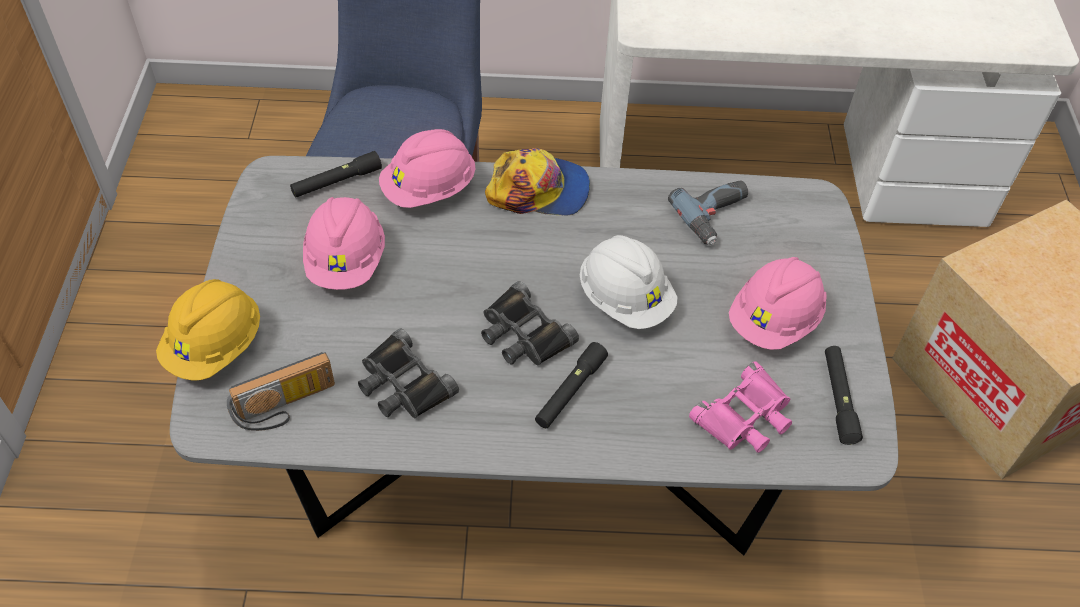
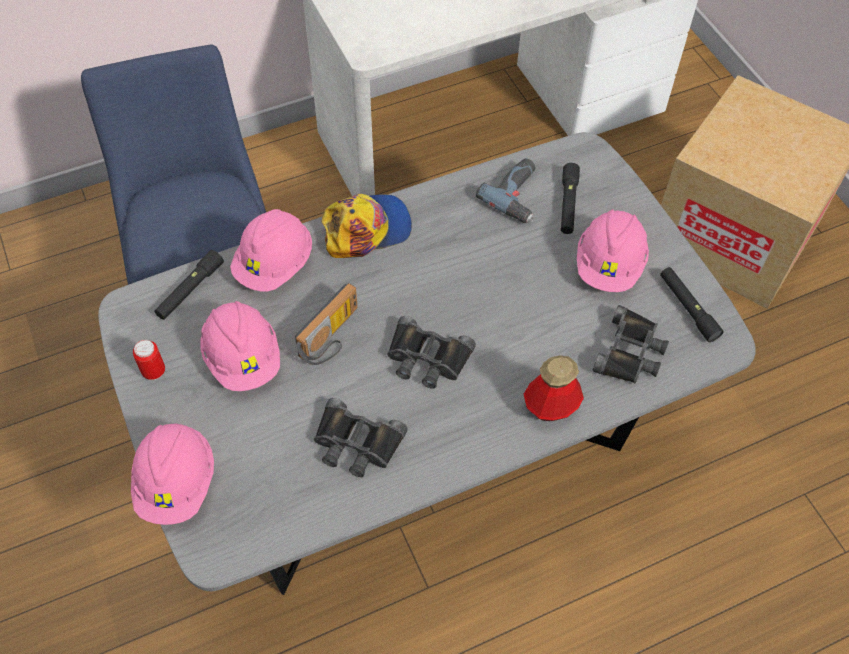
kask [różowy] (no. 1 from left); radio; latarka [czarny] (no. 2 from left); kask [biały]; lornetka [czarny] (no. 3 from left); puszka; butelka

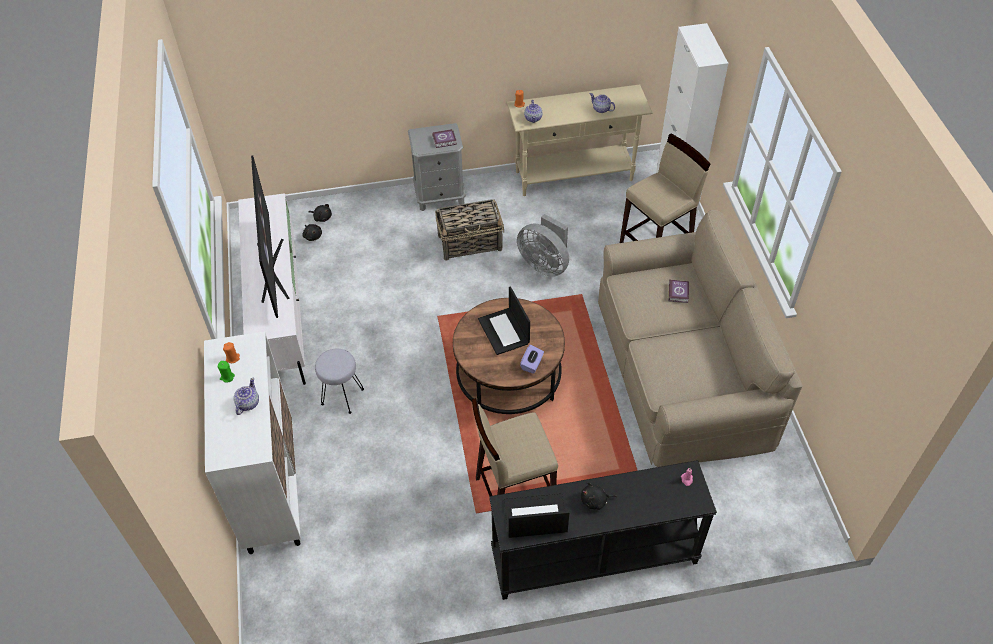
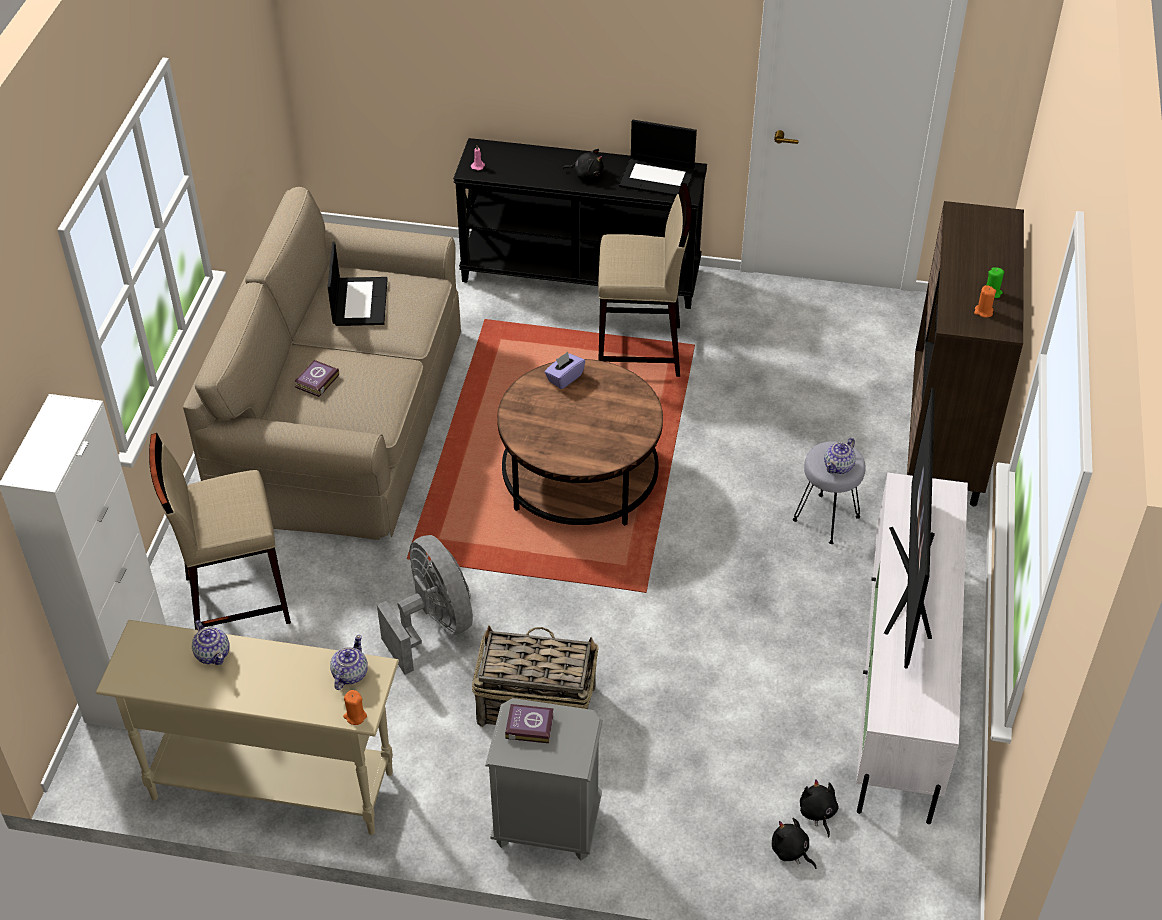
szafka [brązowy]; imbryk (no. 3 from left); laptop (no. 1 from left)

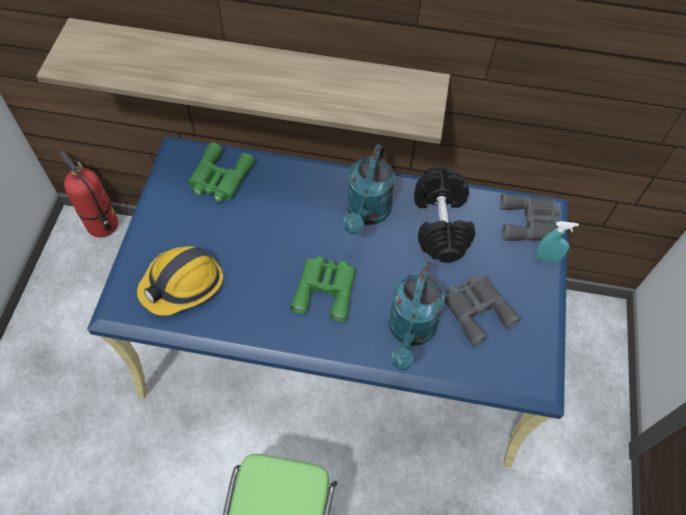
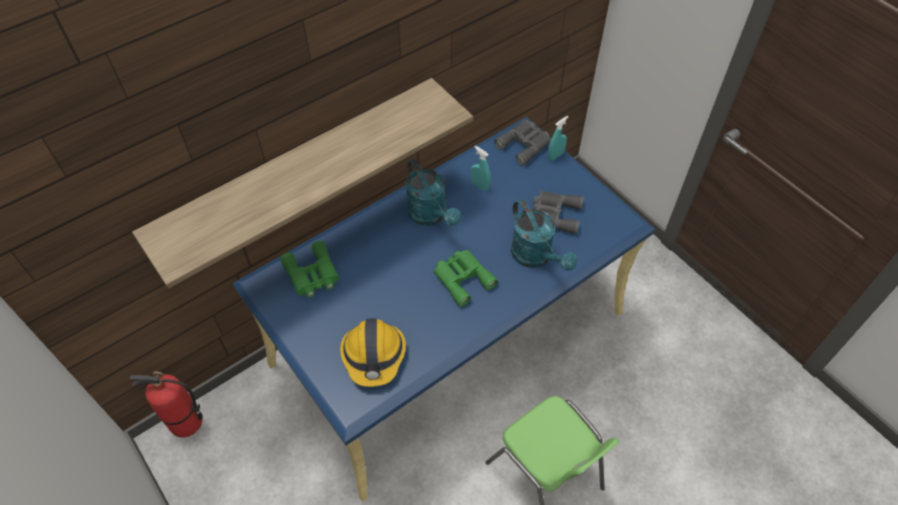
spryskiwacz [turkusowy] (no. 1 from left)

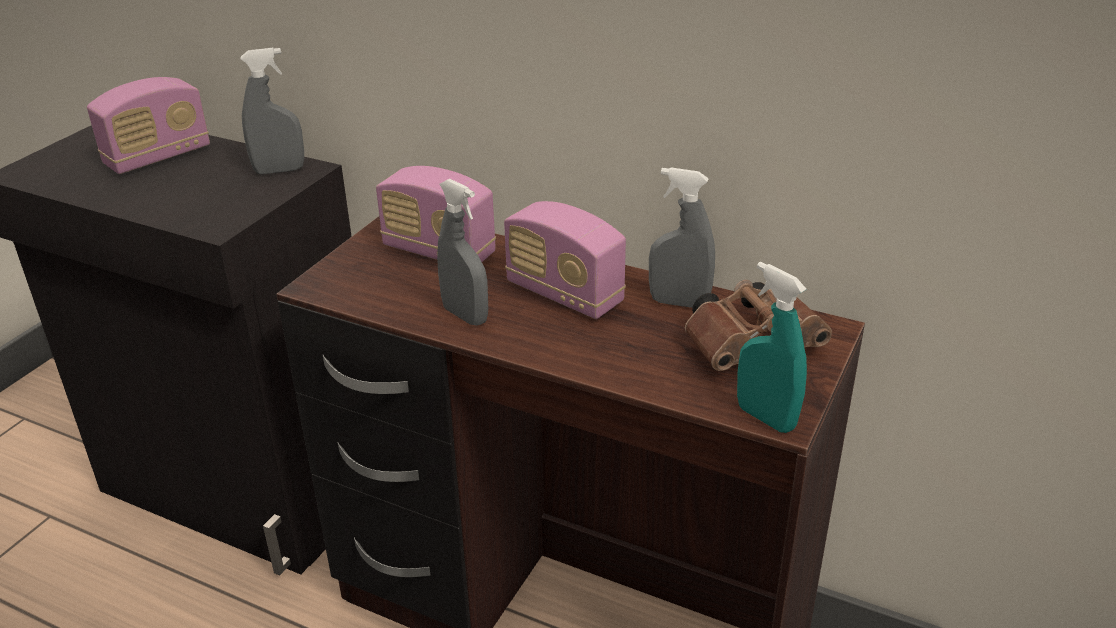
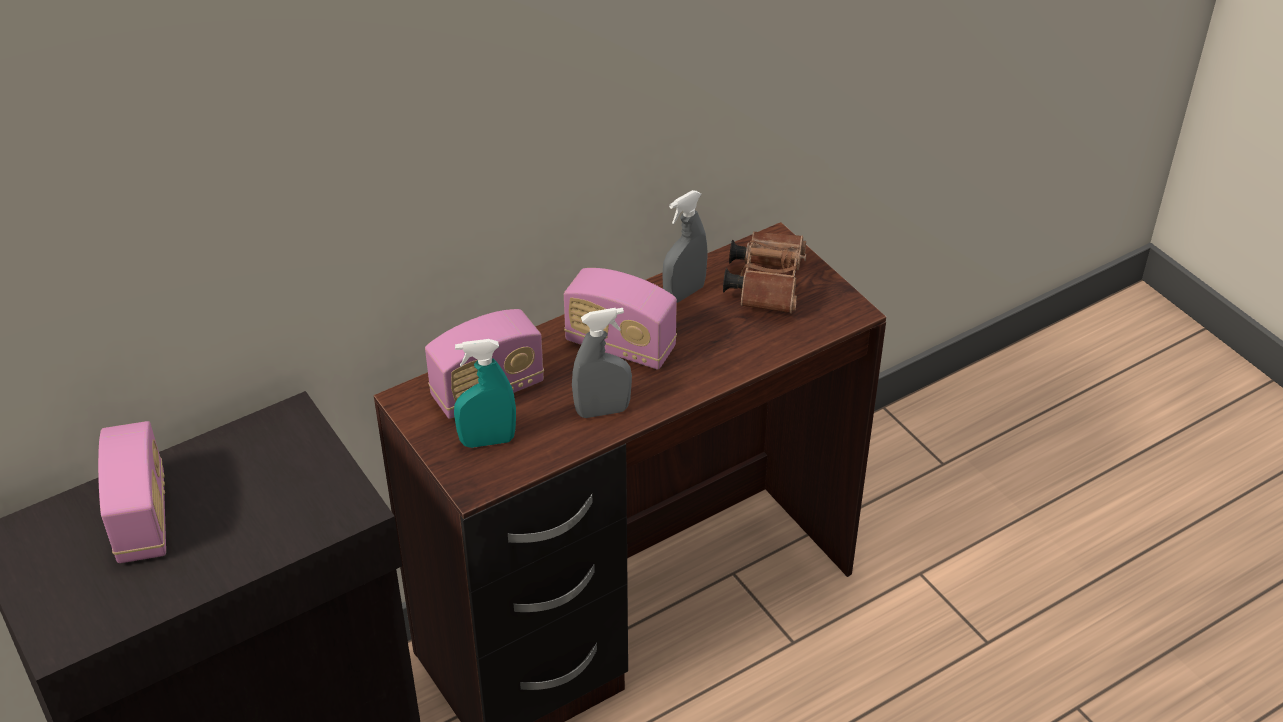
spryskiwacz [szary] (no. 1 from left in the first image); radio (no. 3 from left); spryskiwacz [turkusowy]

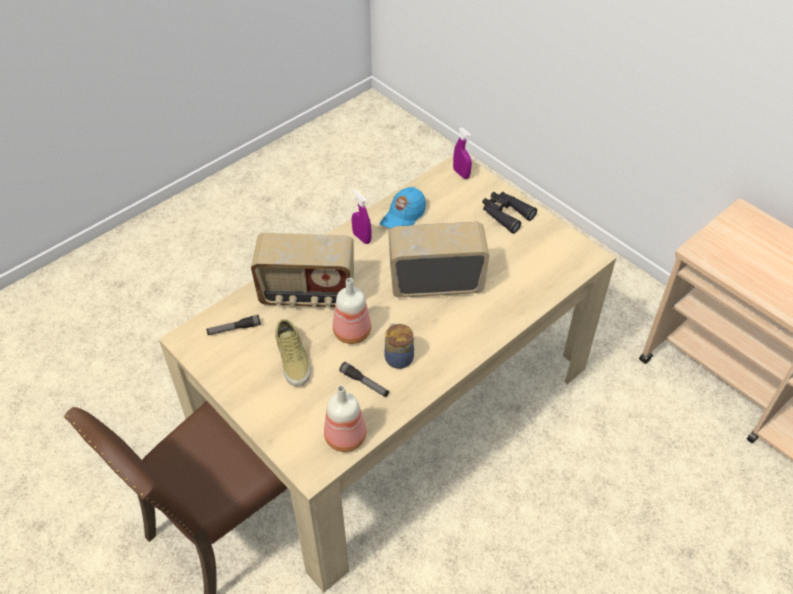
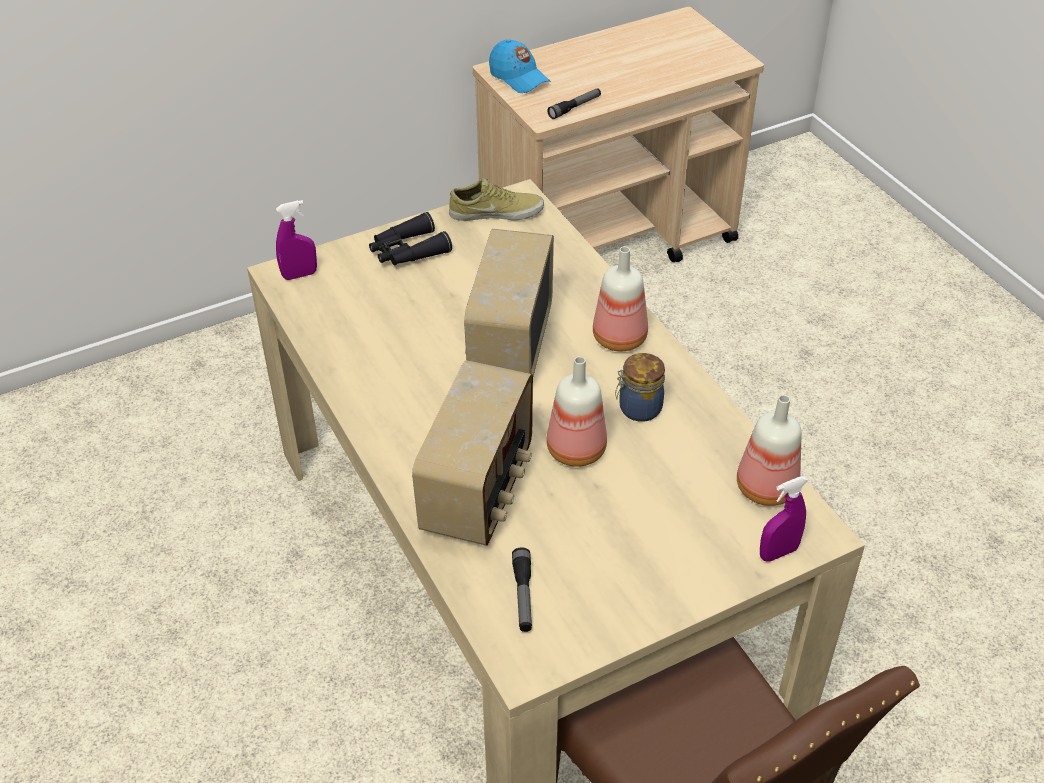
but [beżowy]; latarka (no. 2 from left); spryskiwacz [fioletowy] (no. 2 from left); czapka z daszkiem [niebieski]; butelka (no. 2 from left)

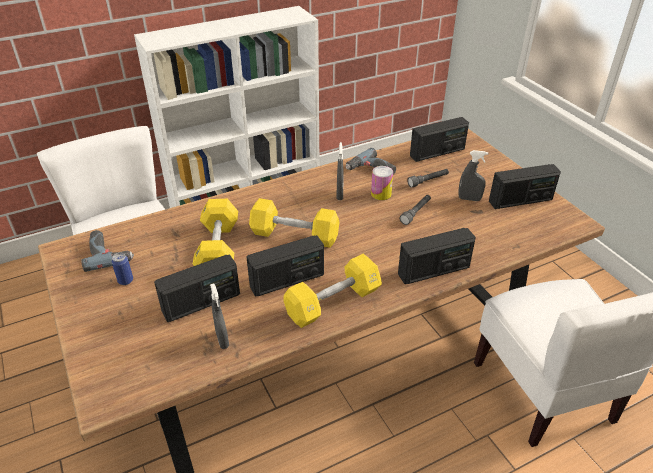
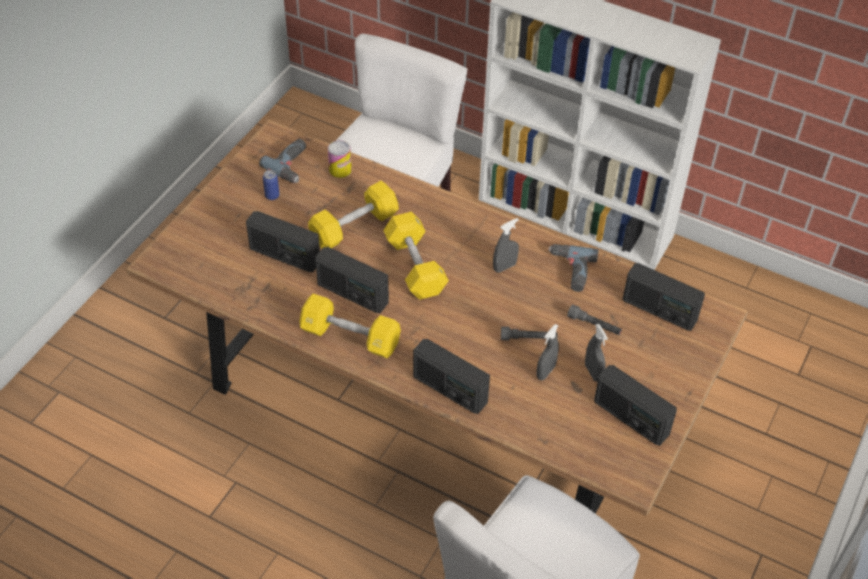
spryskiwacz [szary] (no. 2 from left); puszka (no. 2 from left)

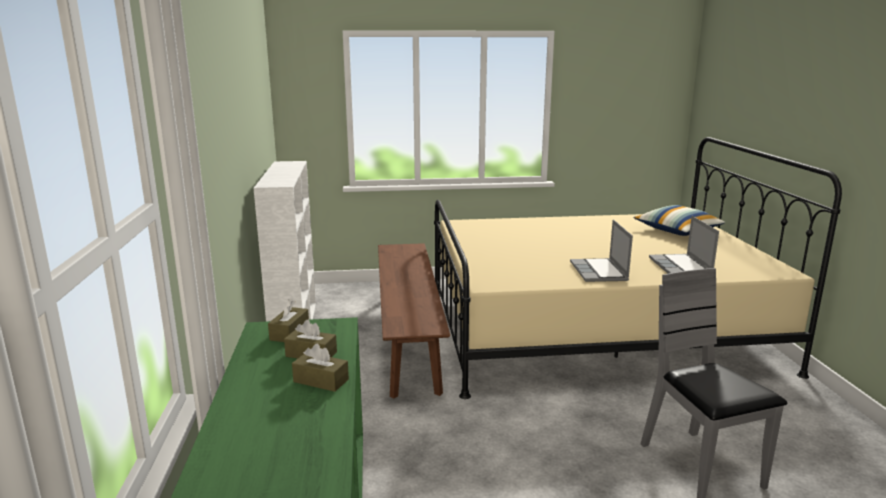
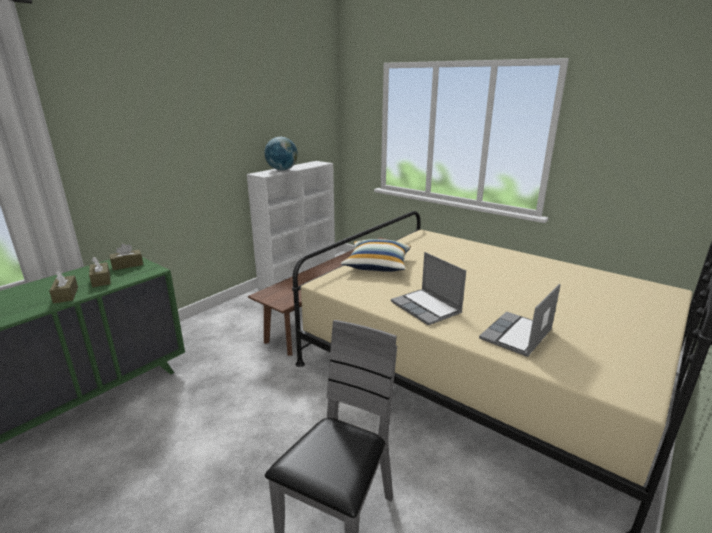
laptop (no. 1 from left); poduszka; globus

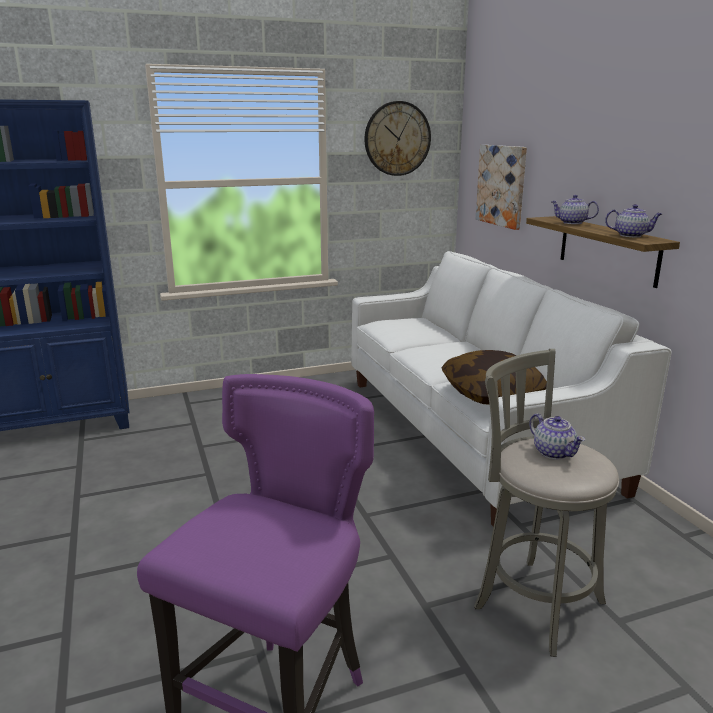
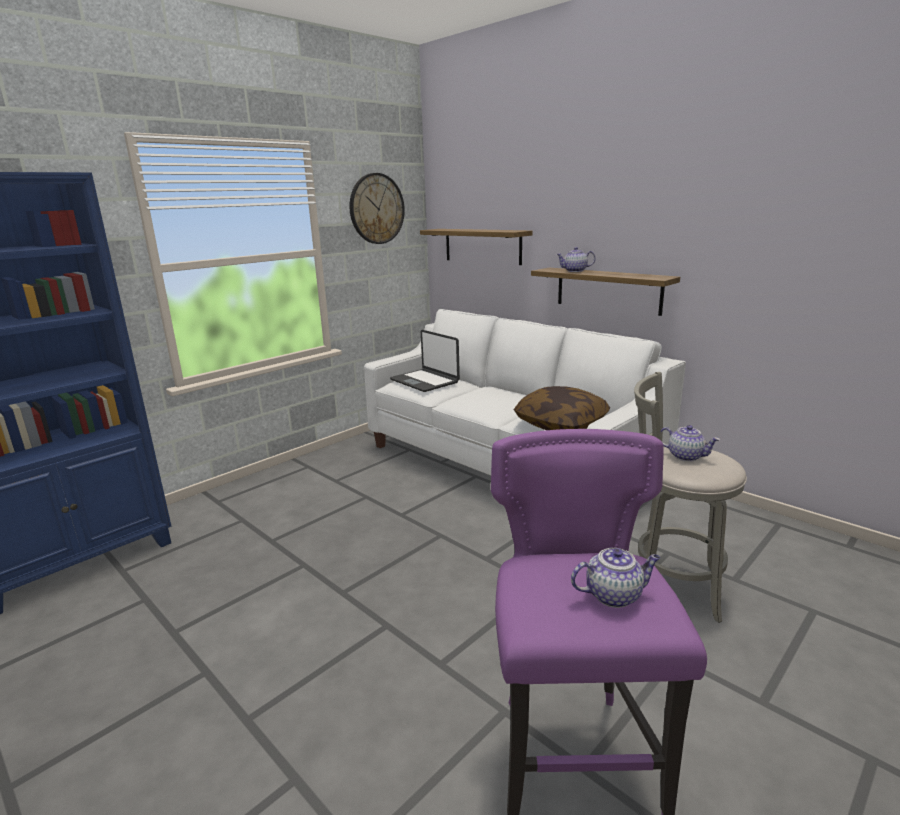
półka (no. 1 from left); imbryk (no. 2 from left); laptop

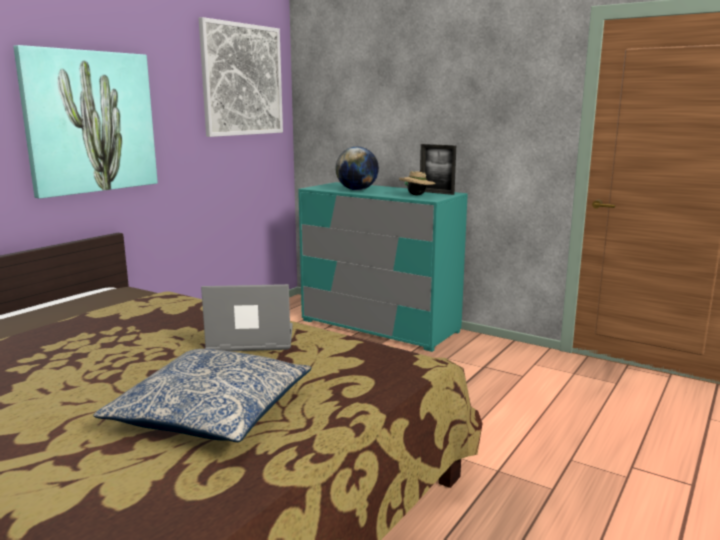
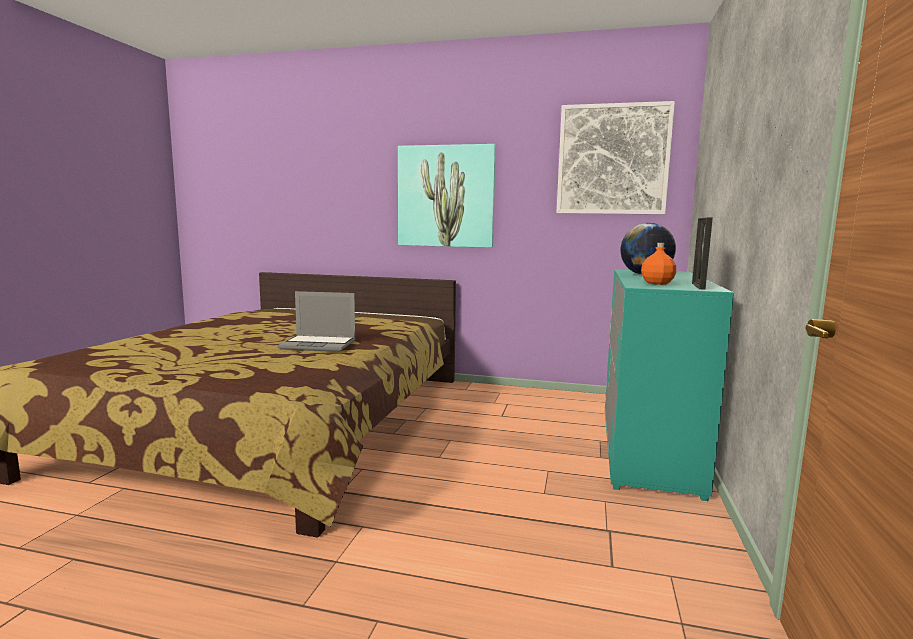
poduszka; laptop; butelka [pomarańczowy]

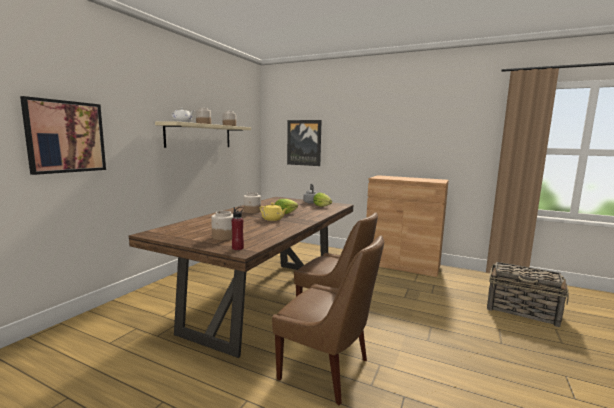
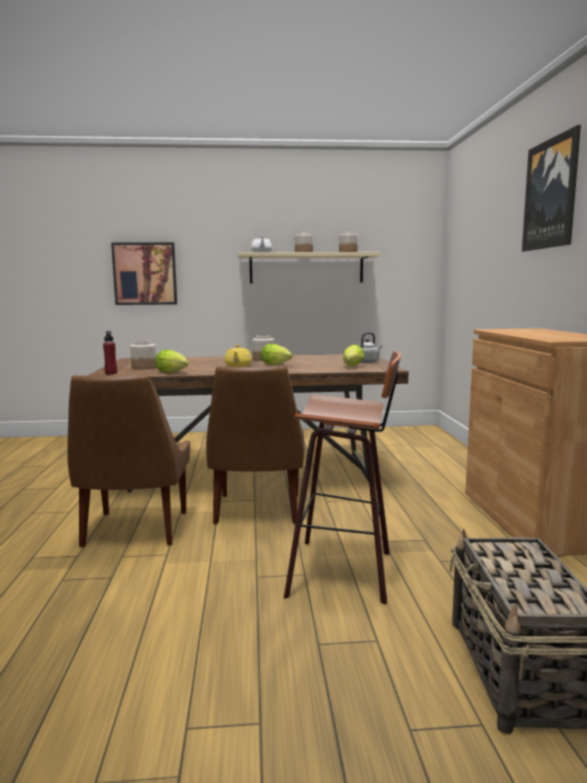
obraz (no. 2 from left); sałata (no. 1 from left); stołek

